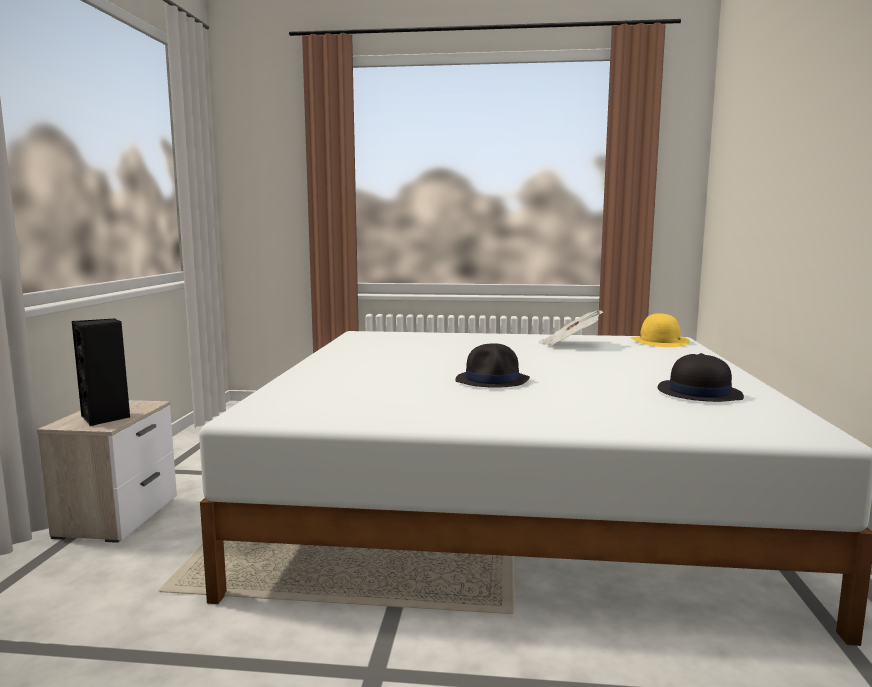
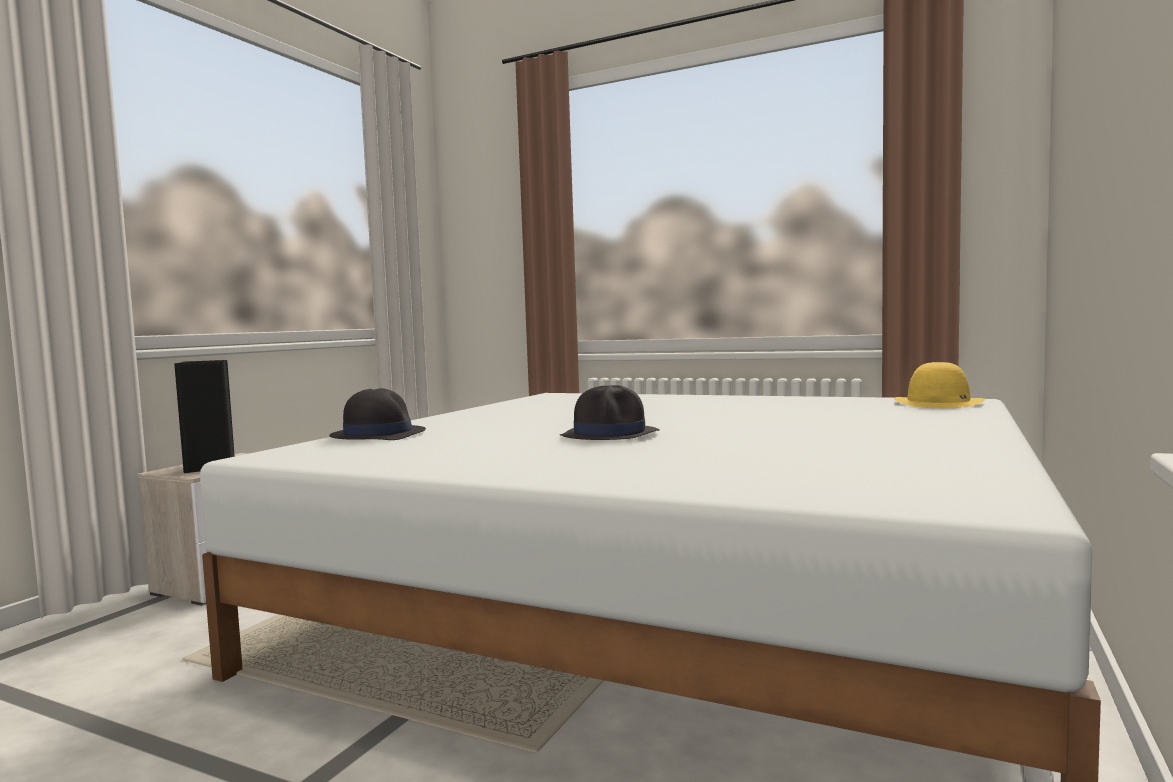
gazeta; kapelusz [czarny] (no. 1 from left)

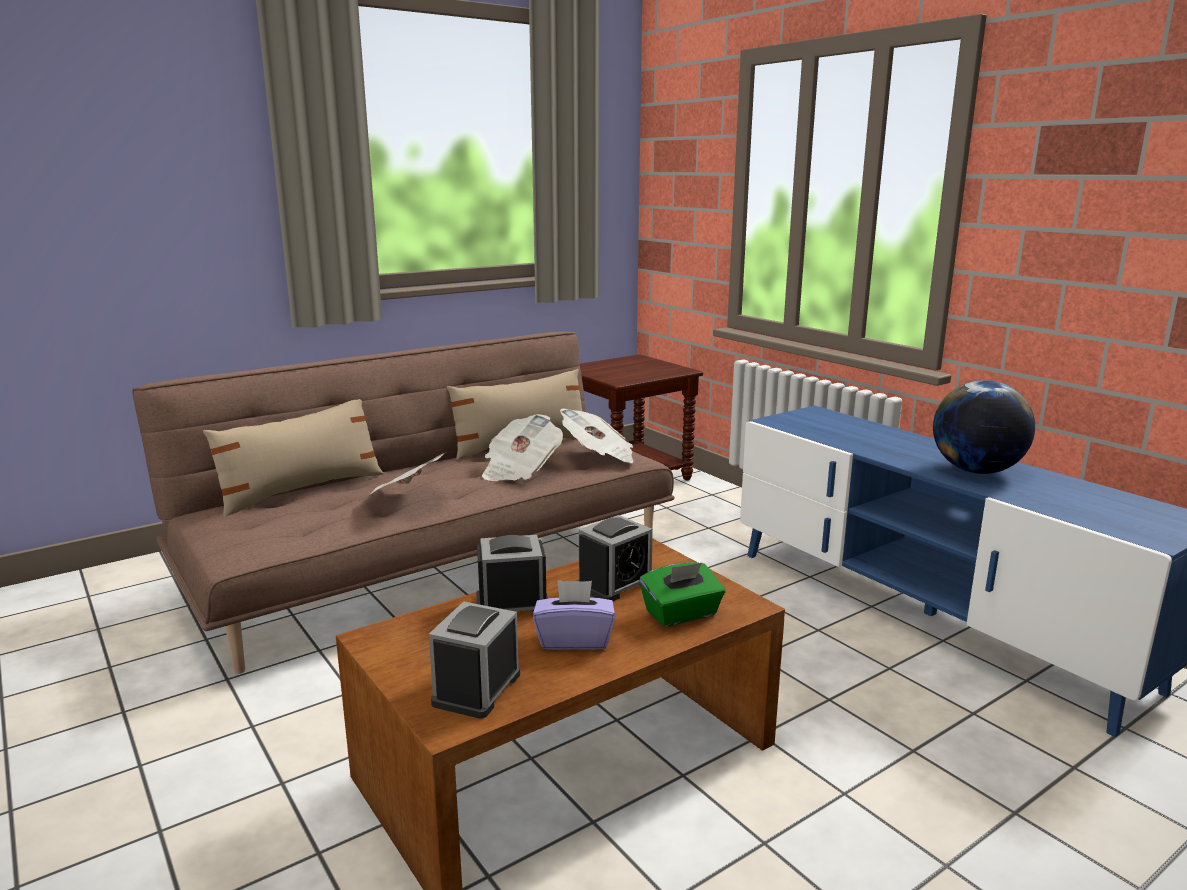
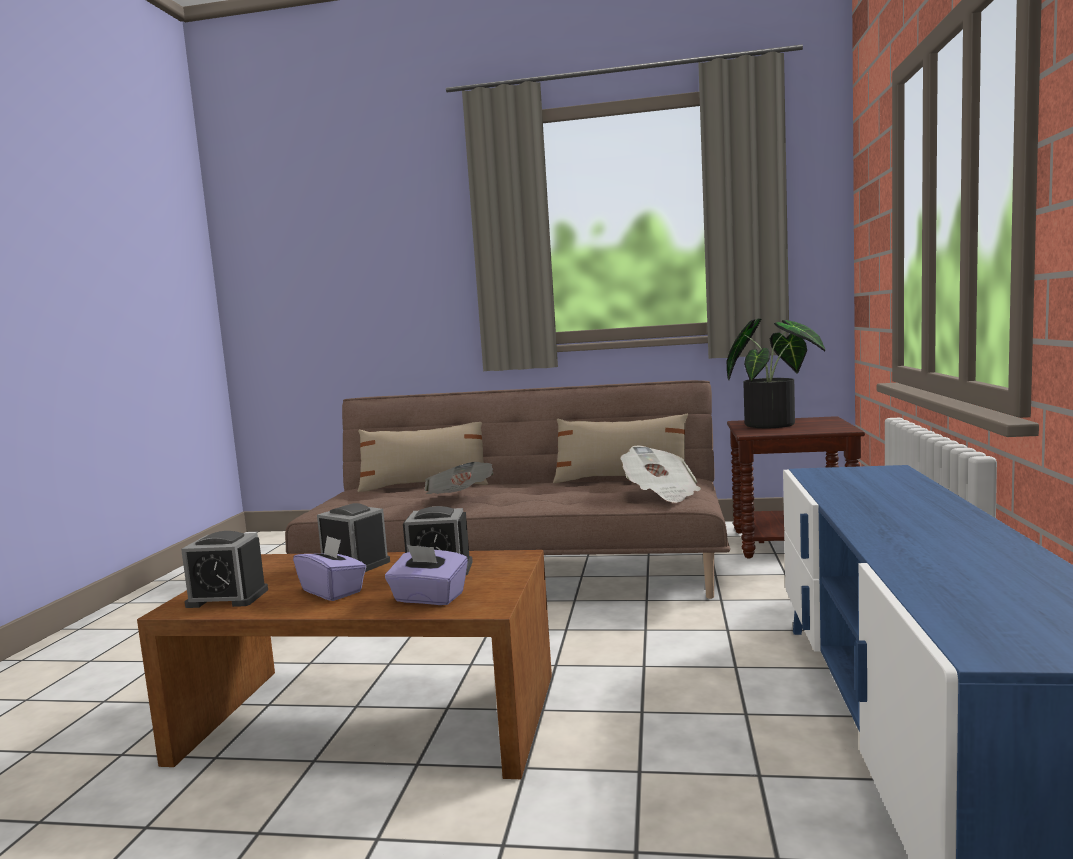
budzik (no. 1 from left); gazeta (no. 2 from left in the first image); pudełko chusteczek [fioletowy] (no. 2 from left); globus; roślina doniczkowa

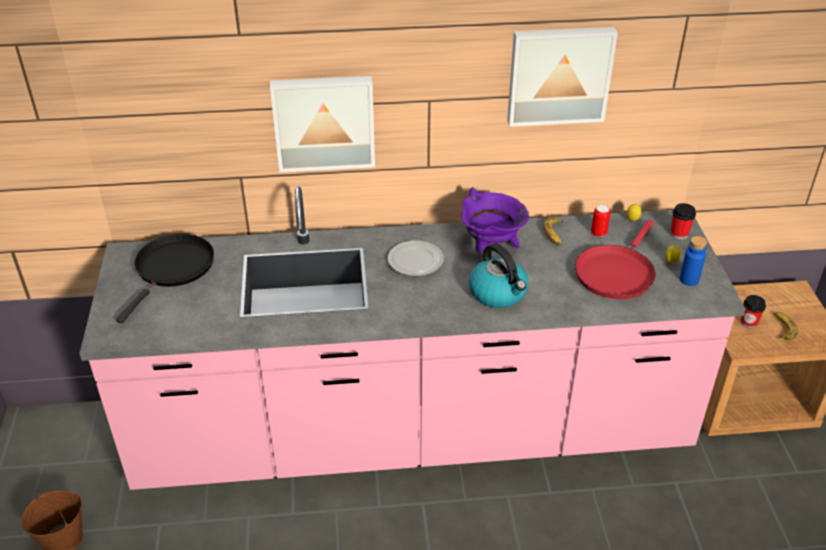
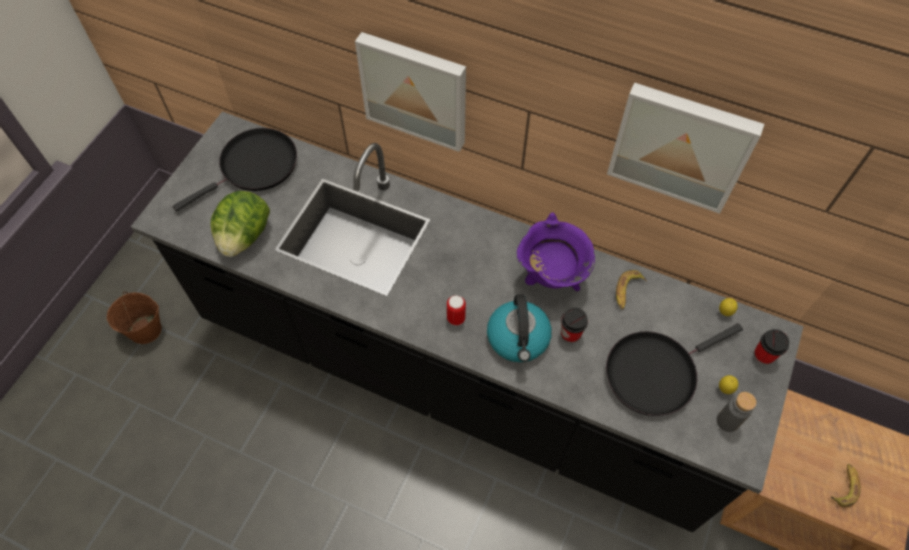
zabudowa kuchenna [czarny]; talerz; patelnia [czarny] (no. 2 from left); puszka; butelka [szary]; filiżanka (no. 1 from left); sałata

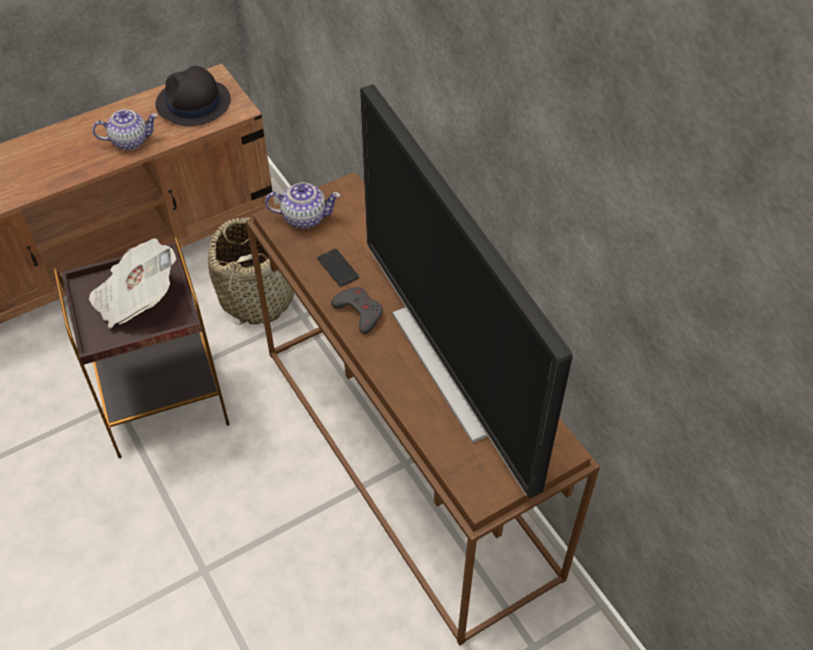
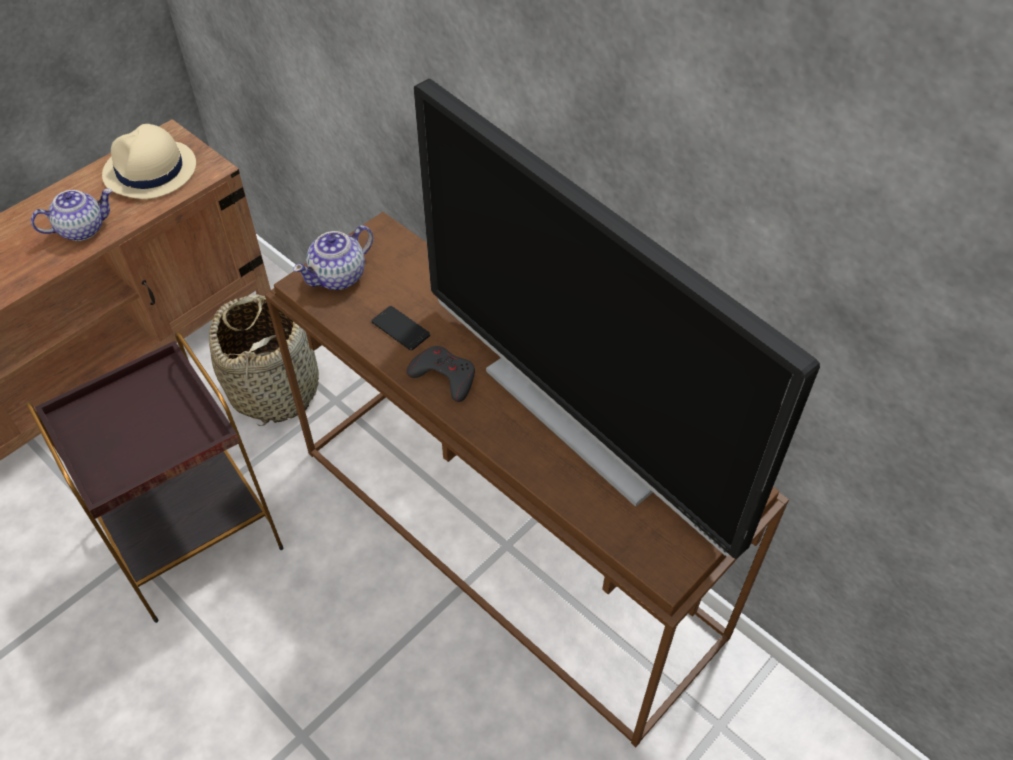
gazeta; kapelusz [beżowy]; imbryk (no. 2 from left)

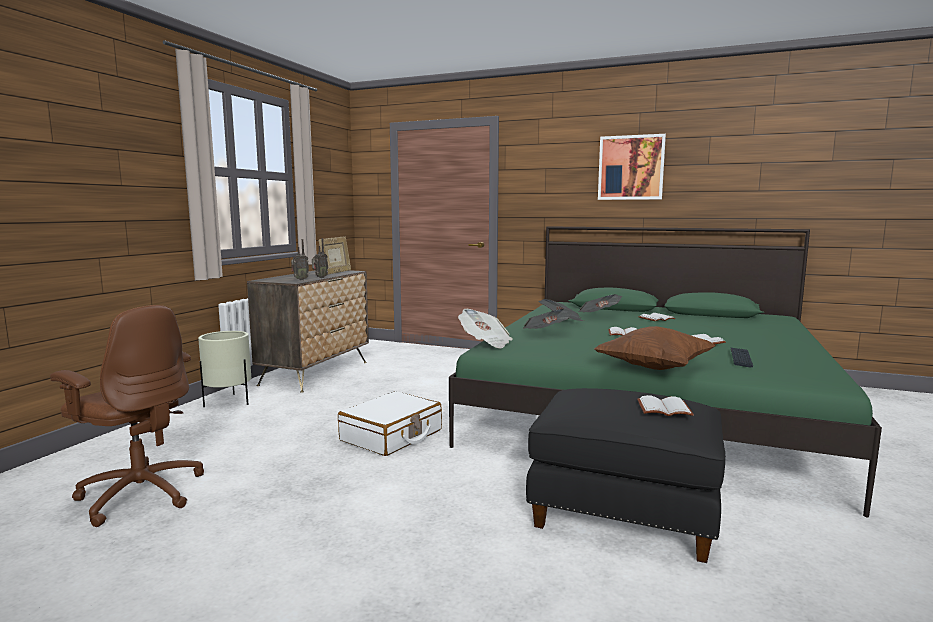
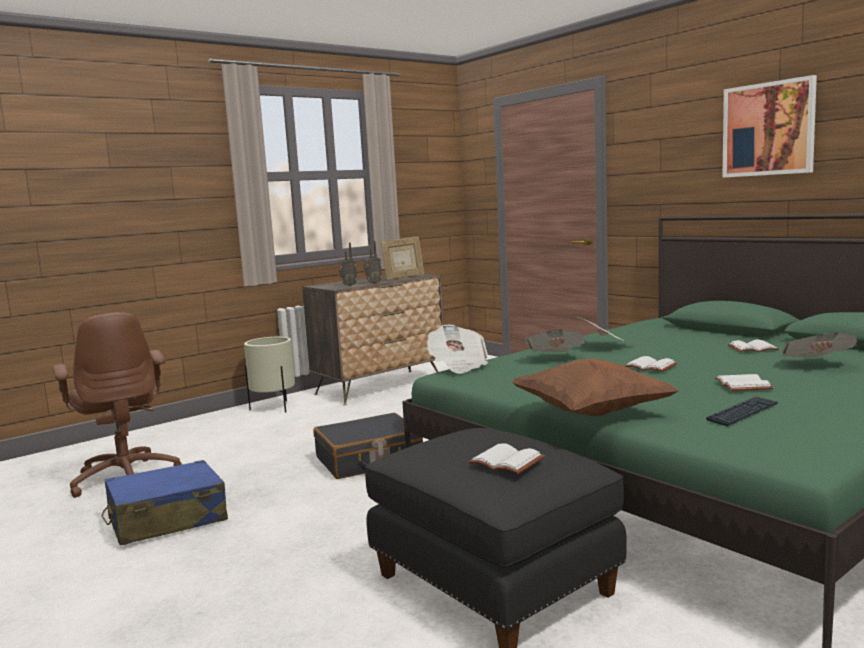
walizka [czarny]; gazeta (no. 4 from left); walizka [niebieski]

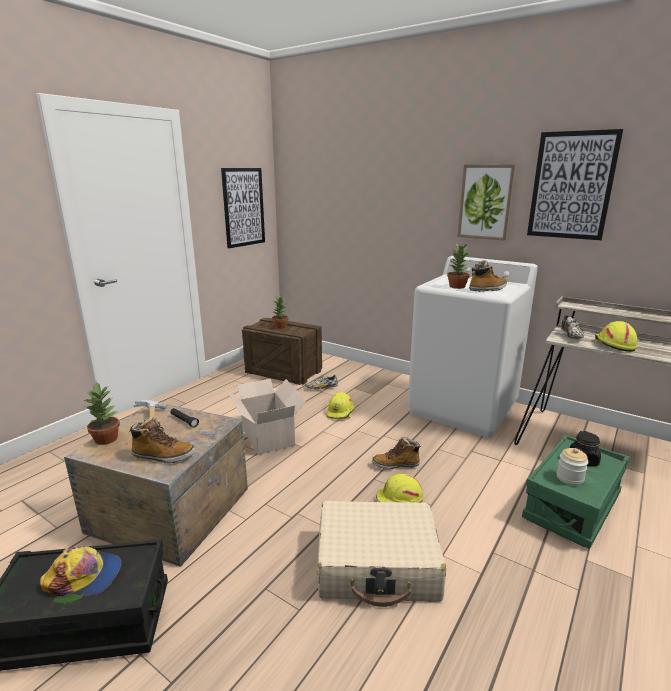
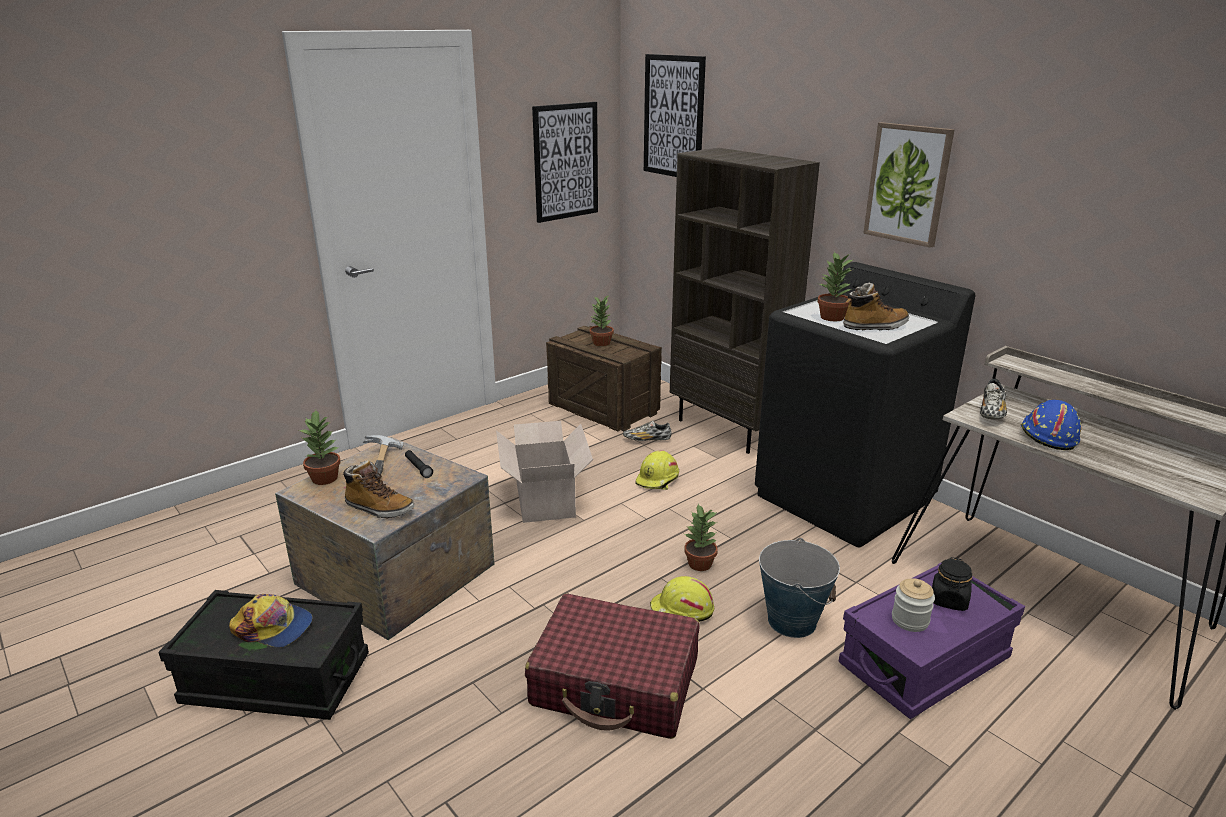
walizka [czerwony]; roślina doniczkowa (no. 3 from left); pralka [czarny]; pojemnik do przechowywania [fioletowy]; obraz (no. 2 from left); kask [niebieski]; regał [brązowy]; wiadro

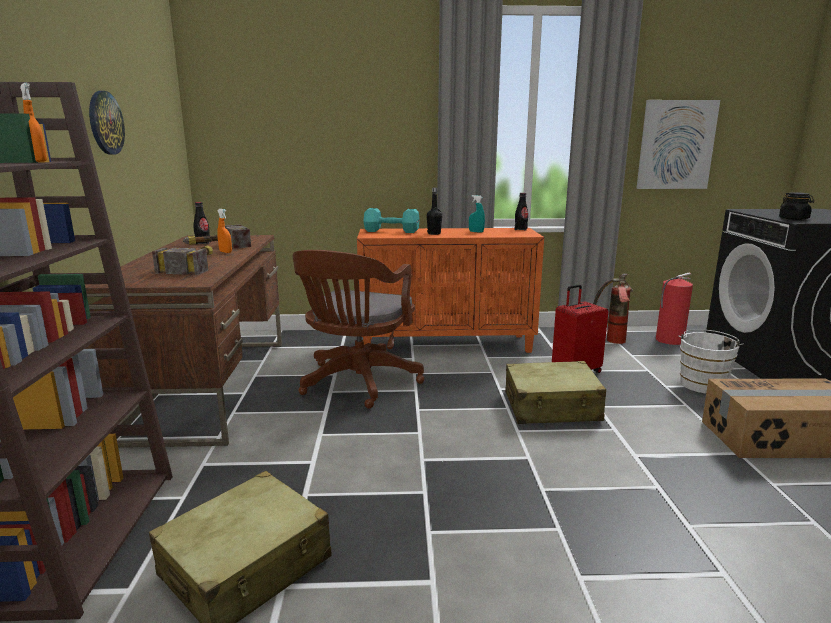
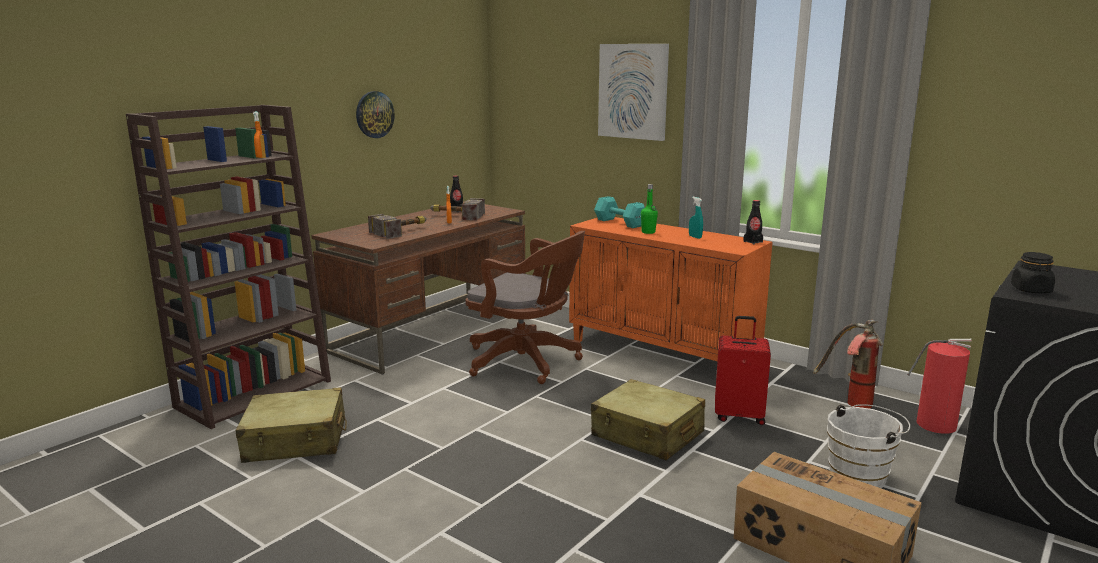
krzesło biurowe [brązowy]; butelka [zielony]; obraz

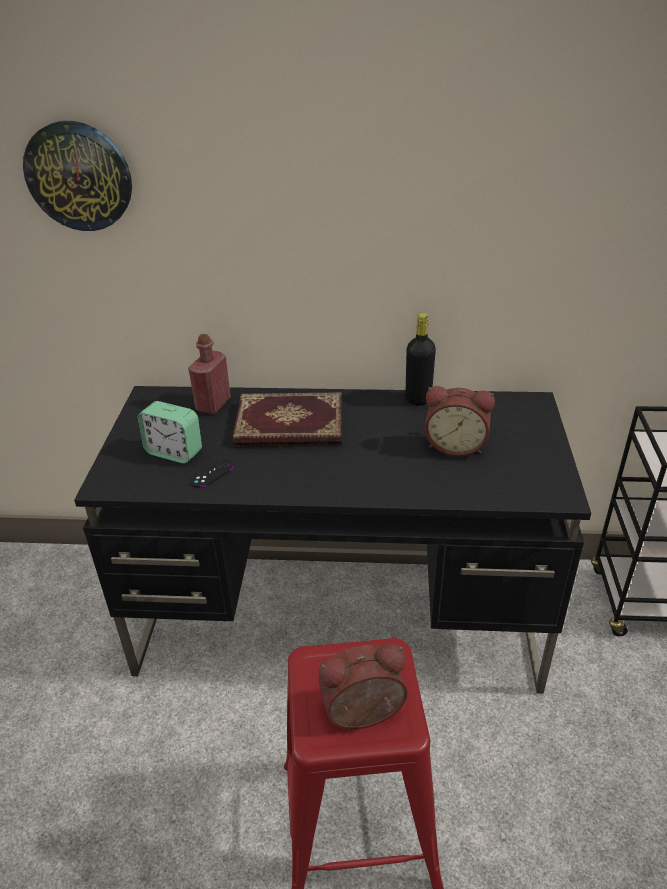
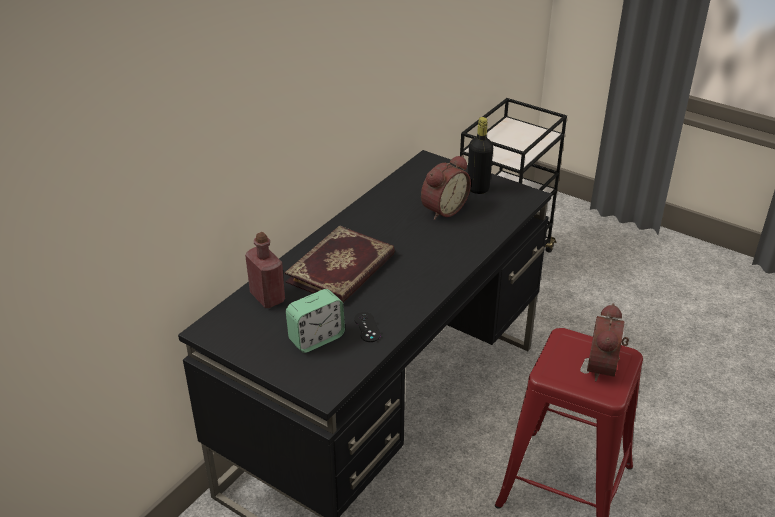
zegar ścienny; butelka [czarny]

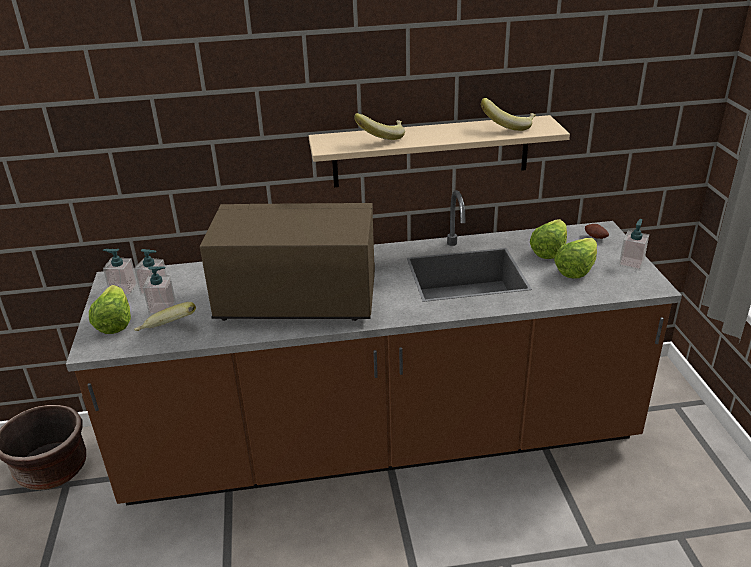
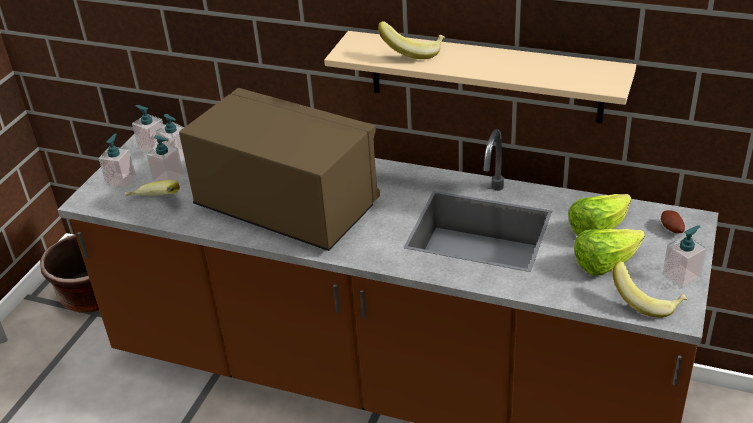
dozownik mydła (no. 1 from left); banan (no. 3 from left)

